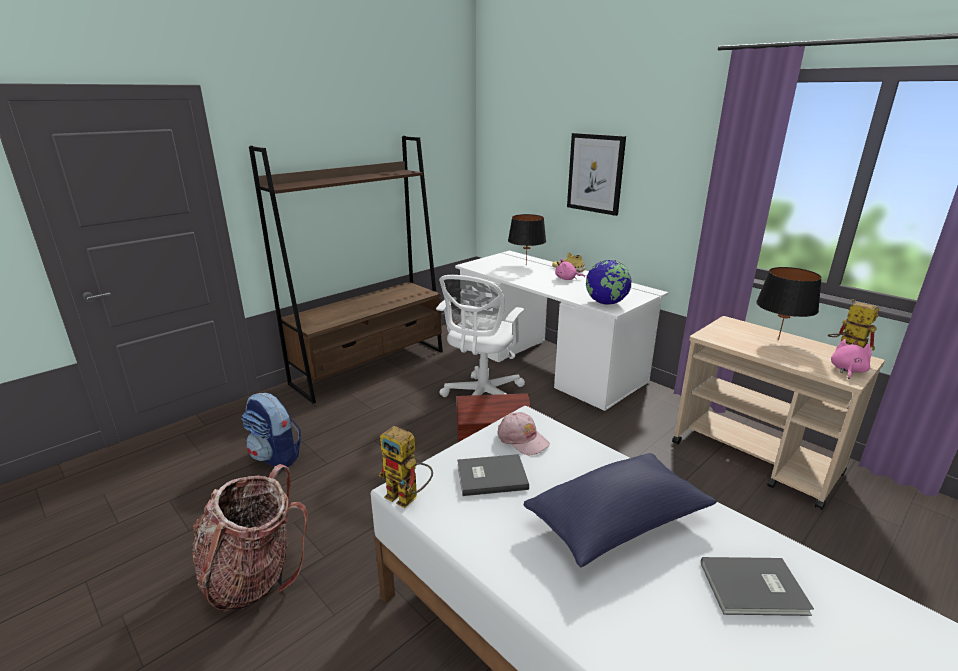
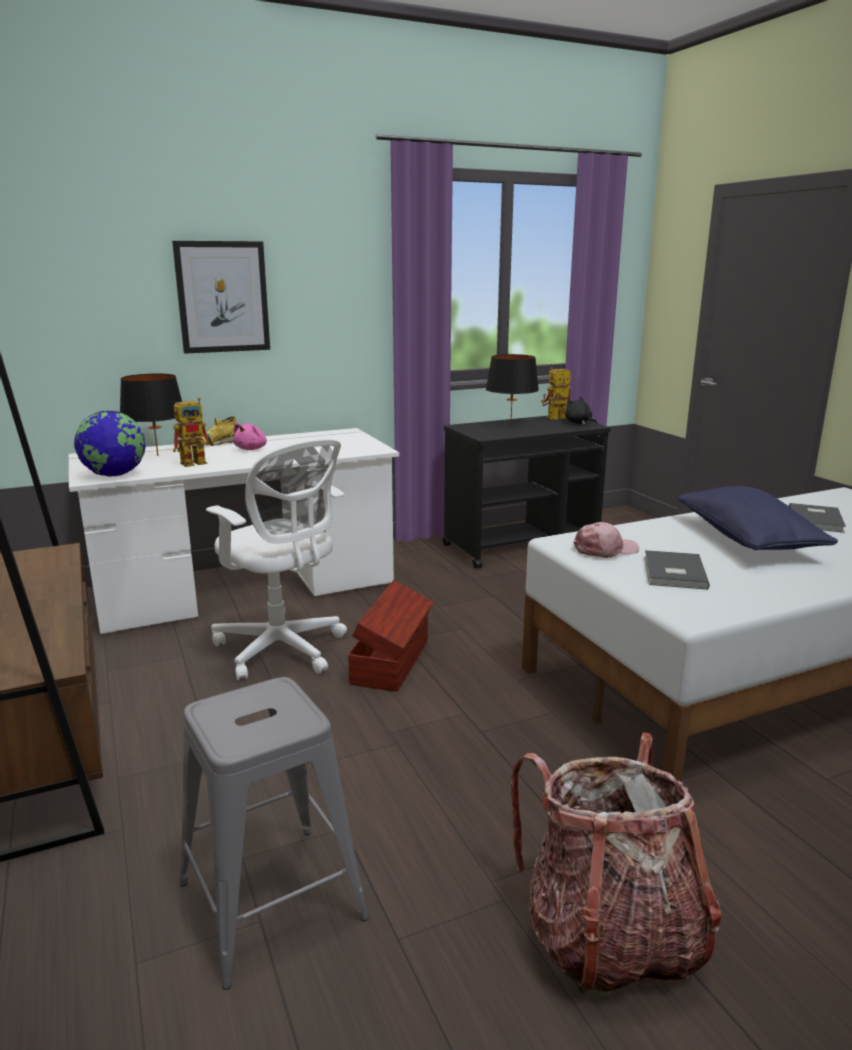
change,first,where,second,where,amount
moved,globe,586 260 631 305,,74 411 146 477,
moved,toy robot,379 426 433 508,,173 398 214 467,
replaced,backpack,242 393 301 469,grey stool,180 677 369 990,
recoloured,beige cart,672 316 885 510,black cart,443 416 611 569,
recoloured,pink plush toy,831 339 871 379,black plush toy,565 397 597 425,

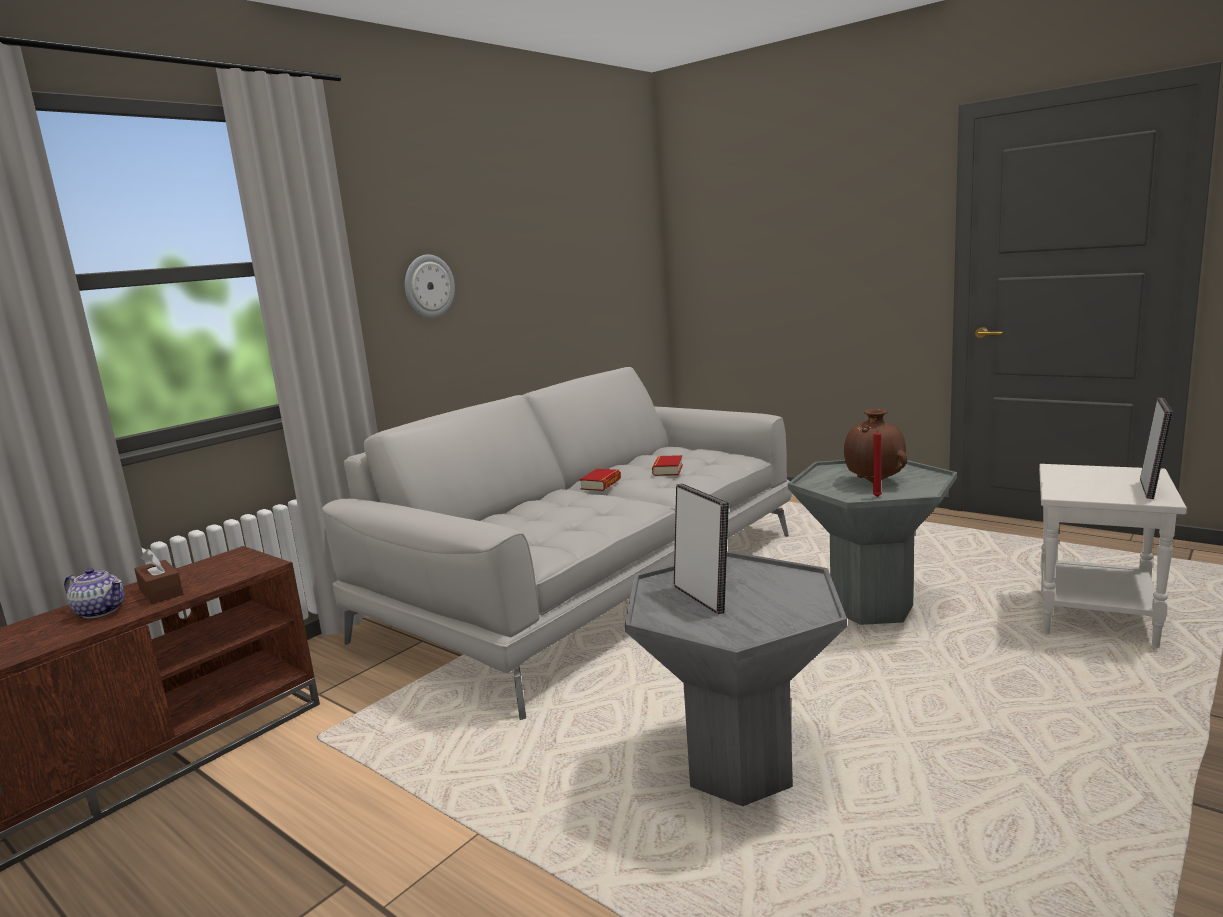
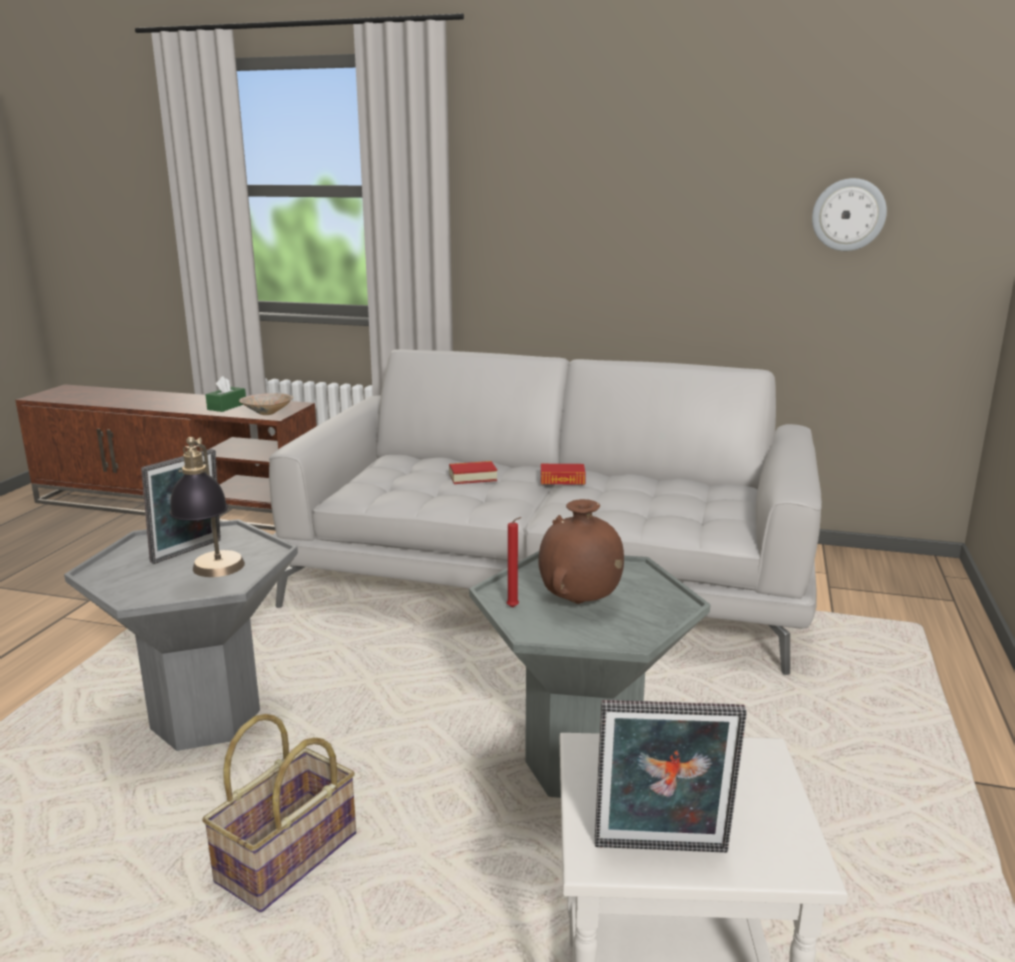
change,first,where,second,where,amount
added,,,table lamp,169 437 245 577,
added,,,basket,202 714 356 912,
recoloured,brown tissue box,134 549 184 604,green tissue box,206 376 246 412,
added,,,beige bowl,239 393 294 415,
moved,book,652 455 683 476,,449 461 497 484,
moved,wall clock,405 254 455 318,,812 178 887 251,
removed,teapot,64 568 124 618,,,

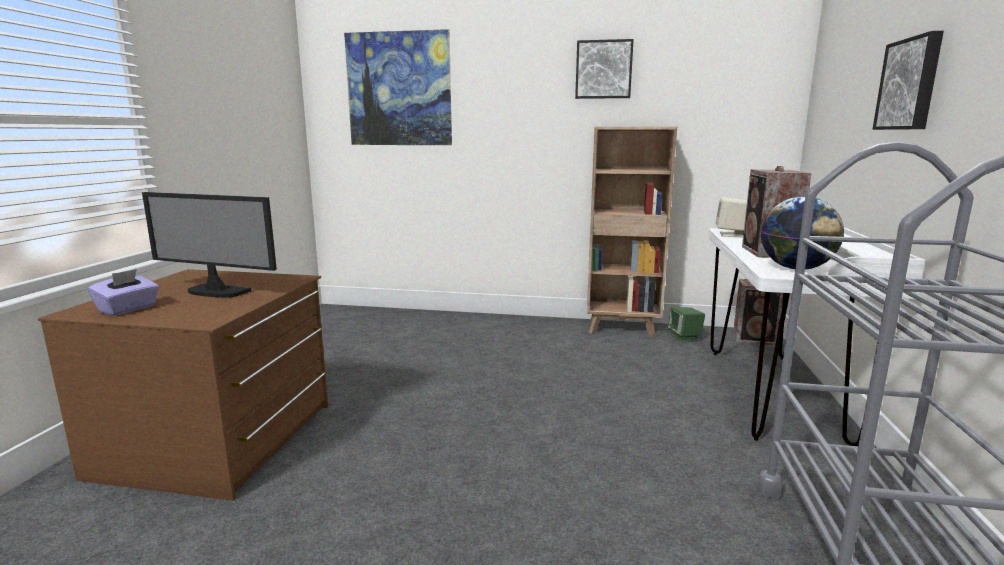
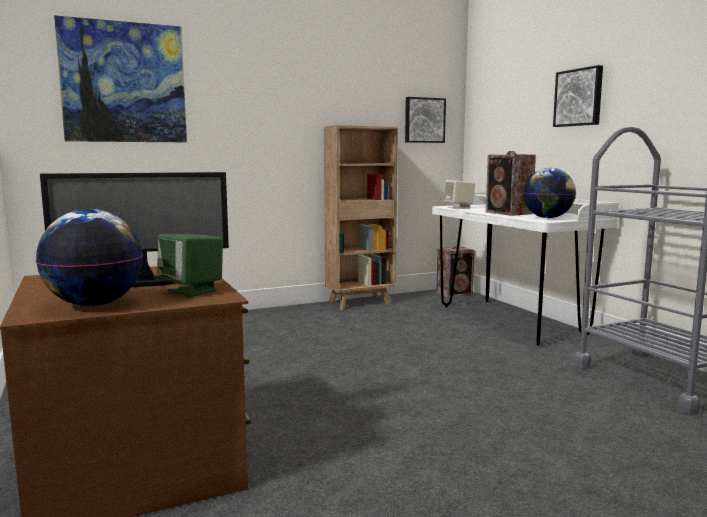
change,first,where,second,where,amount
replaced,purple tissue box,88 269 159 316,globe,36 209 143 306,
moved,green speaker,668 307 705 343,,157 234 223 297,
moved,picture,575 39 634 99,,405 97 446 143,

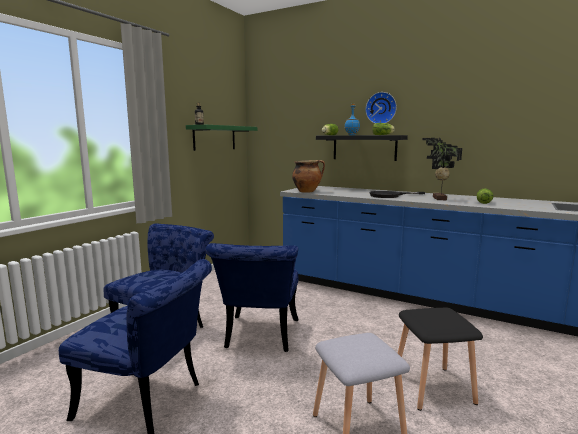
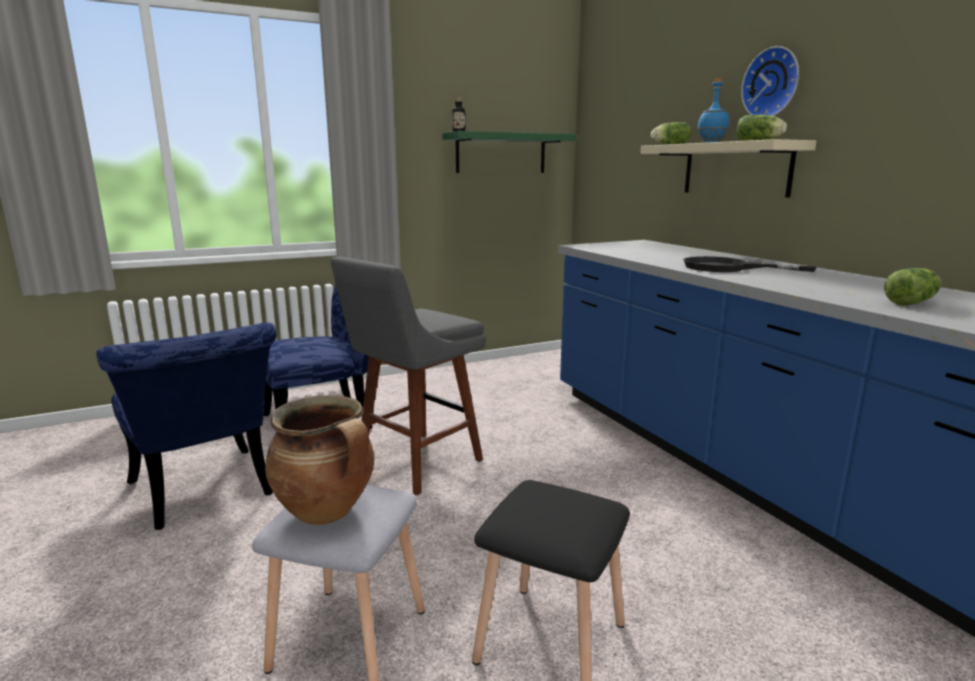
change,first,where,second,where,amount
moved,cooking pot,292 160 325 192,,265 395 374 525,
replaced,blue chair,206 243 299 352,grey stool,331 257 486 495,
recoloured,black shelf,316 135 408 161,beige shelf,640 139 817 198,
removed,potted plant,422 138 462 200,,,

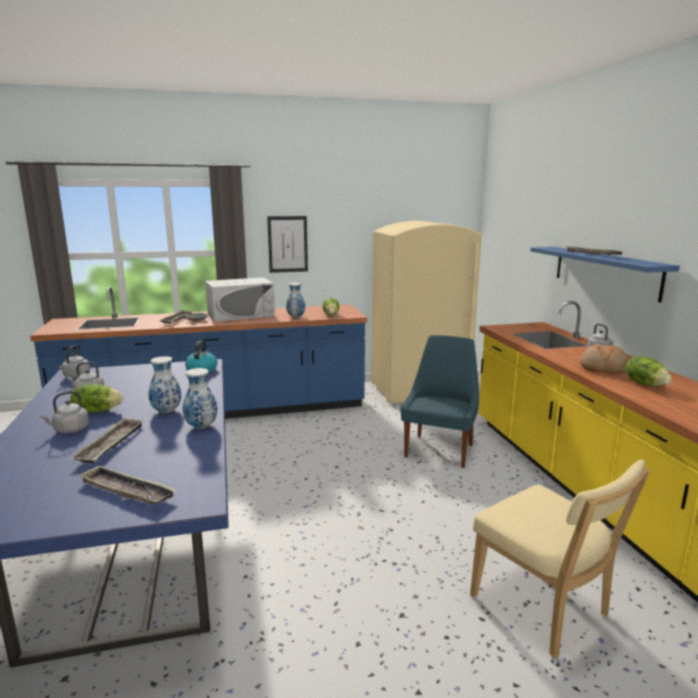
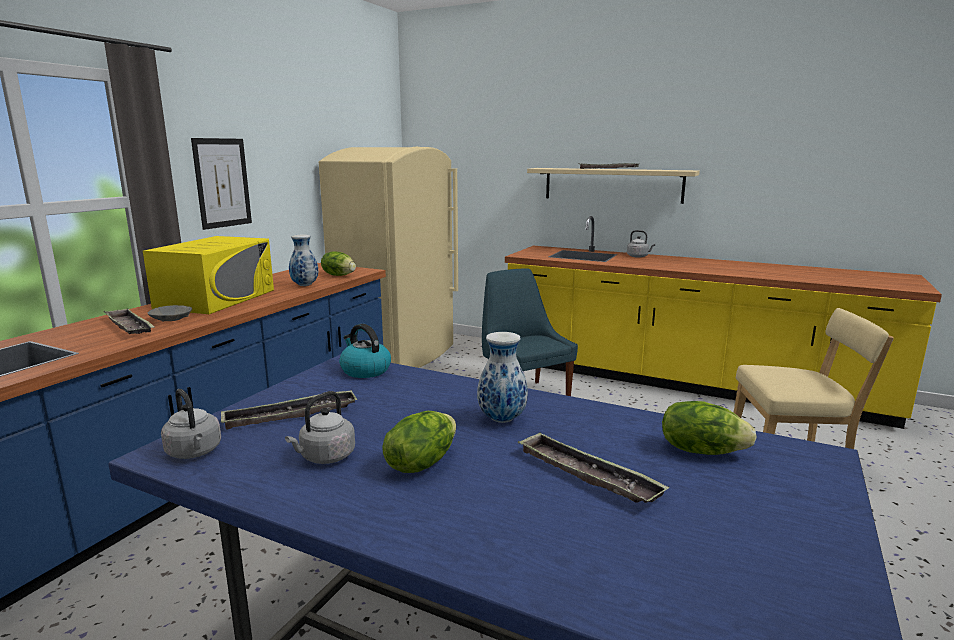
change,first,where,second,where,amount
recoloured,white microwave,205 277 275 322,yellow microwave,143 236 274 314,
moved,tray,77 465 177 504,,221 390 357 429,
recoloured,blue shelf,530 247 680 303,beige shelf,527 168 700 204,
moved,lettuce,625 356 672 386,,662 401 757 455,
removed,grey kettle,39 391 89 433,,,
removed,vase,183 368 218 429,,,
removed,bread,580 344 629 373,,,

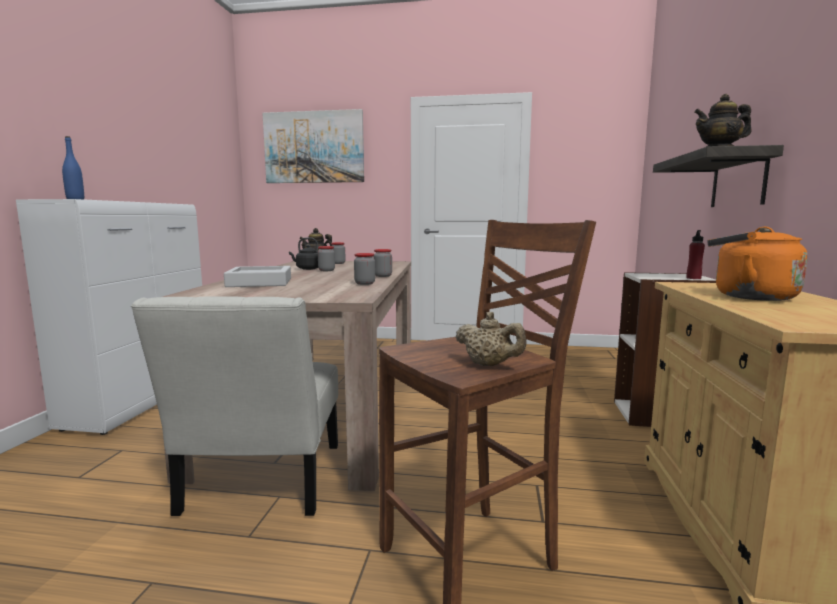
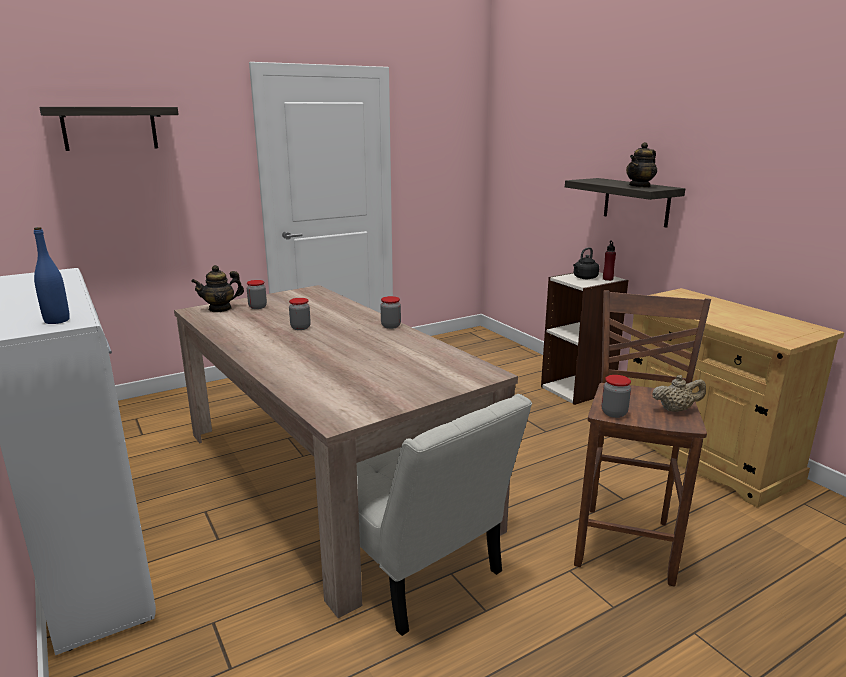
change,first,where,second,where,amount
replaced,picture,262 109 364 183,shelf,39 107 179 151,
moved,black kettle,289 237 318 270,,573 247 599 279,
moved,jar,354 253 375 285,,602 375 631 418,
removed,grey tray,224 266 291 287,,,
removed,orange kettle,707 227 808 301,,,

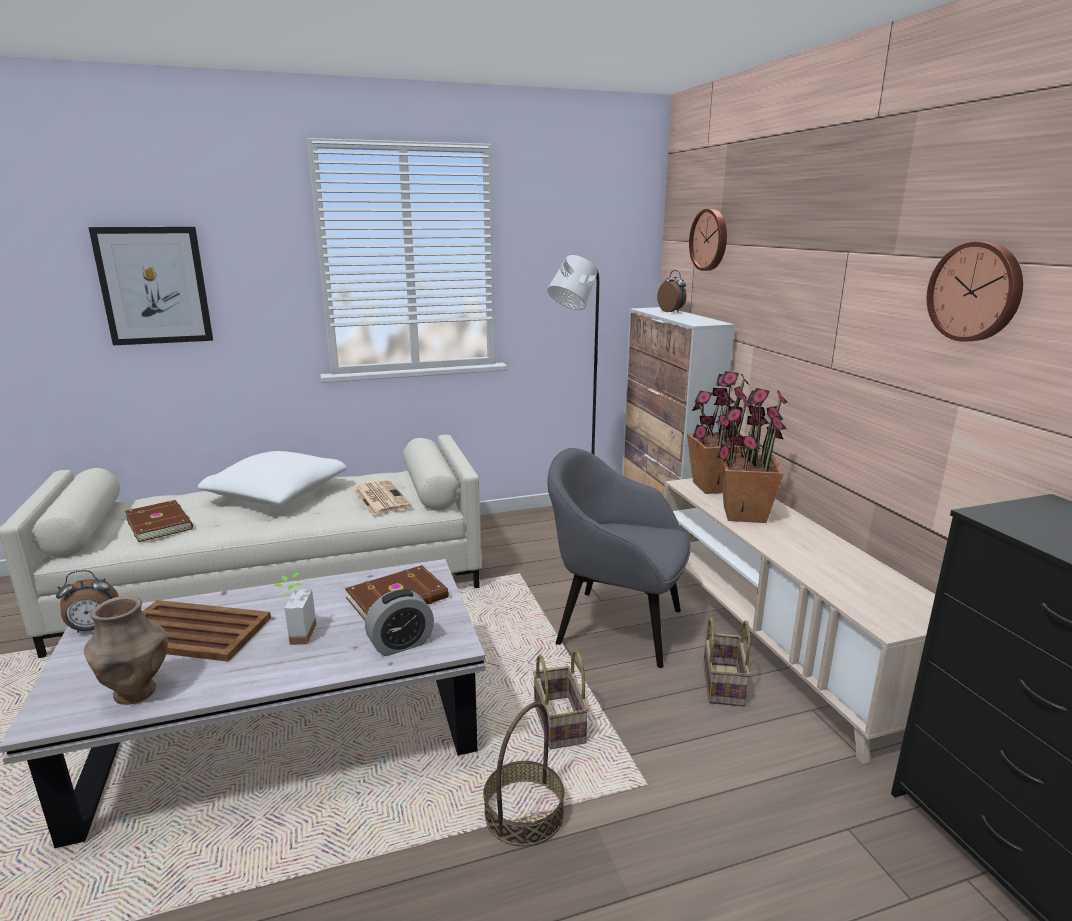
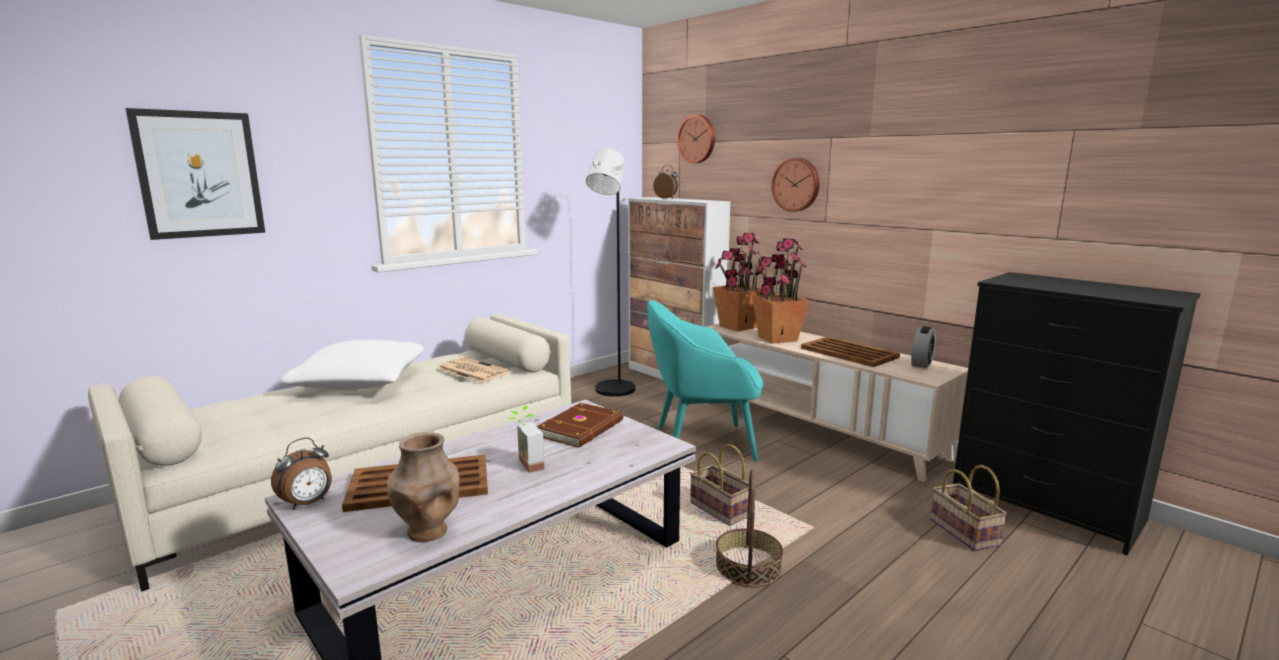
change,first,where,second,where,amount
recoloured,grey armchair,547 448 691 668,turquoise armchair,647 300 763 462,
moved,wall clock,927 241 1023 342,,771 158 820 212,
added,,,brown tray,801 337 900 367,
moved,alarm clock,365 589 434 656,,911 326 936 368,
moved,basket,703 618 750 707,,930 465 1007 551,
removed,brown book,125 500 193 542,,,

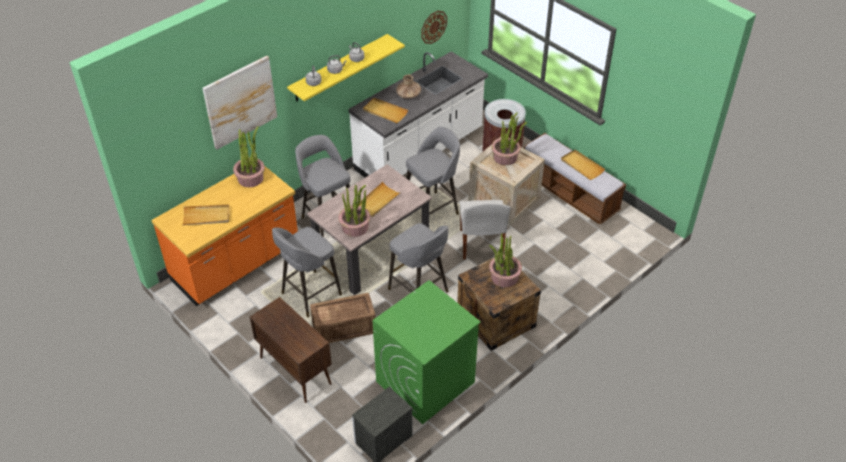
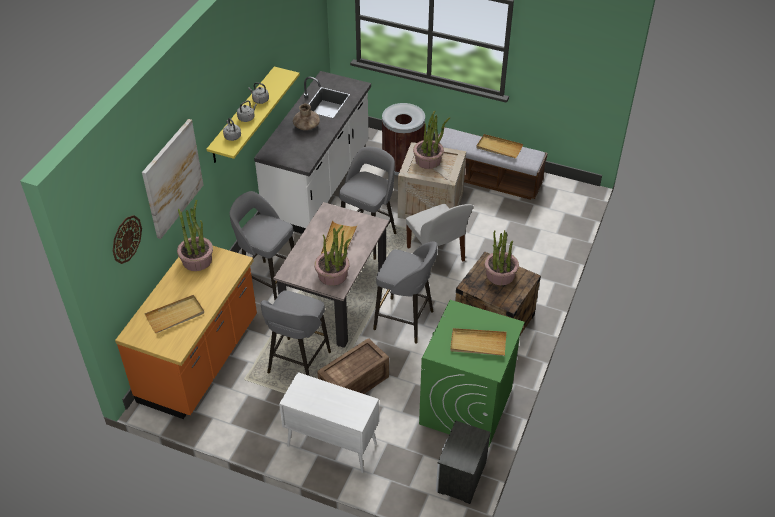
change,first,where,second,where,amount
moved,wall clock,421 11 447 44,,113 215 142 264,
recoloured,brown cabinet,250 297 332 403,white cabinet,279 372 379 473,
moved,beige tray,363 98 408 123,,450 328 507 356,

